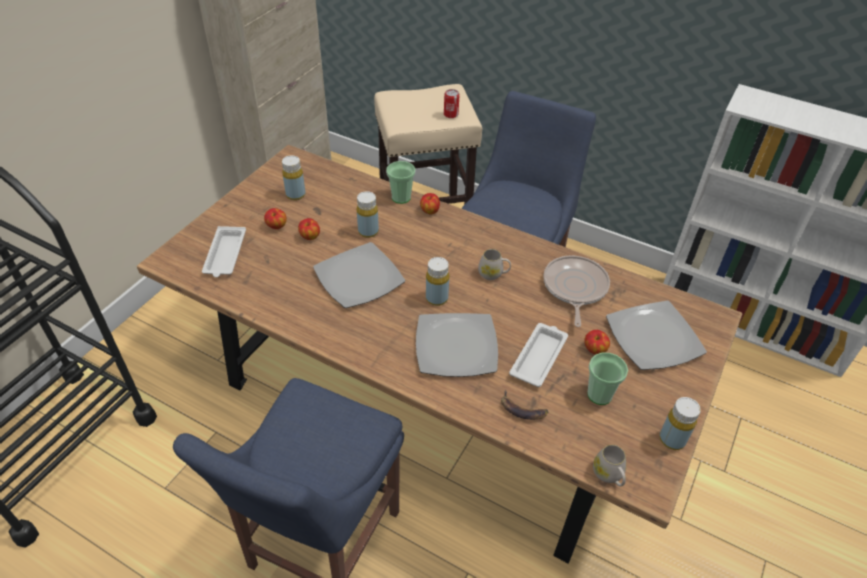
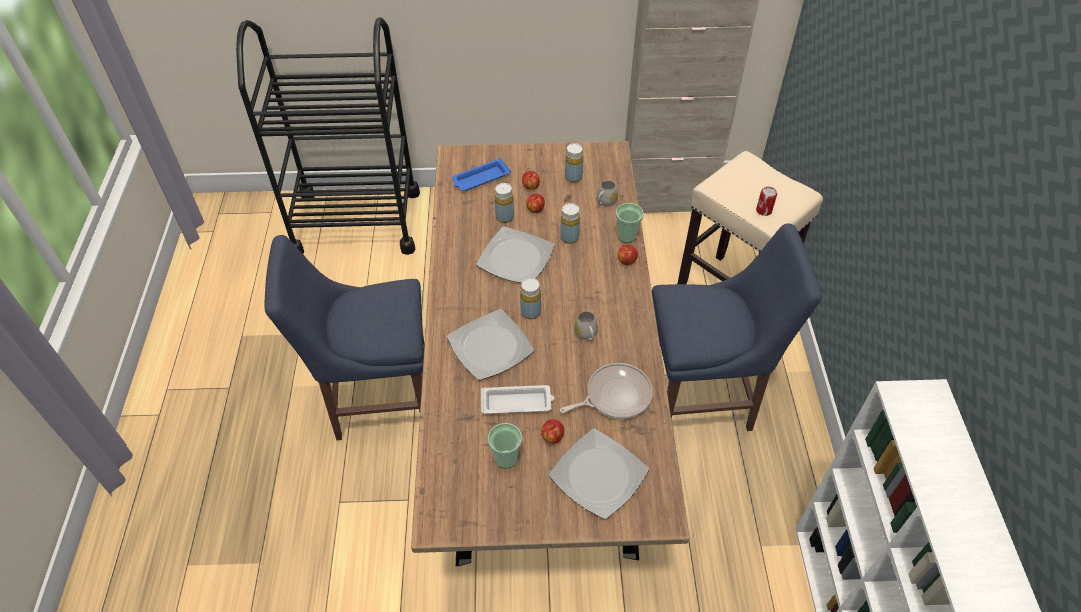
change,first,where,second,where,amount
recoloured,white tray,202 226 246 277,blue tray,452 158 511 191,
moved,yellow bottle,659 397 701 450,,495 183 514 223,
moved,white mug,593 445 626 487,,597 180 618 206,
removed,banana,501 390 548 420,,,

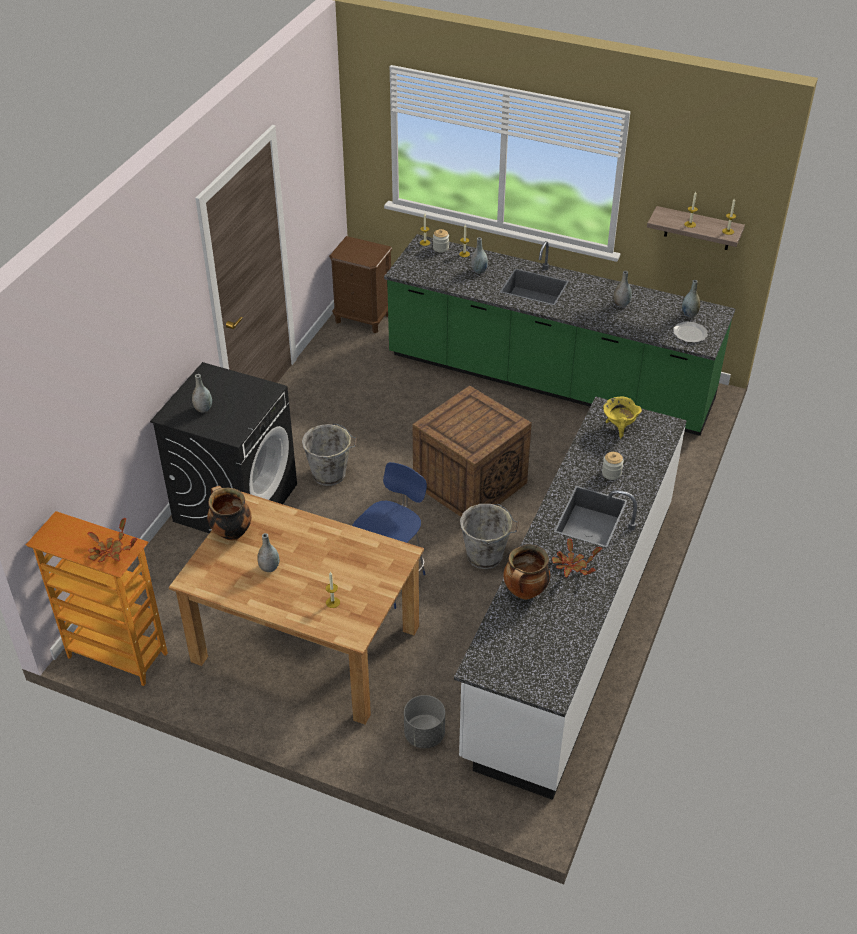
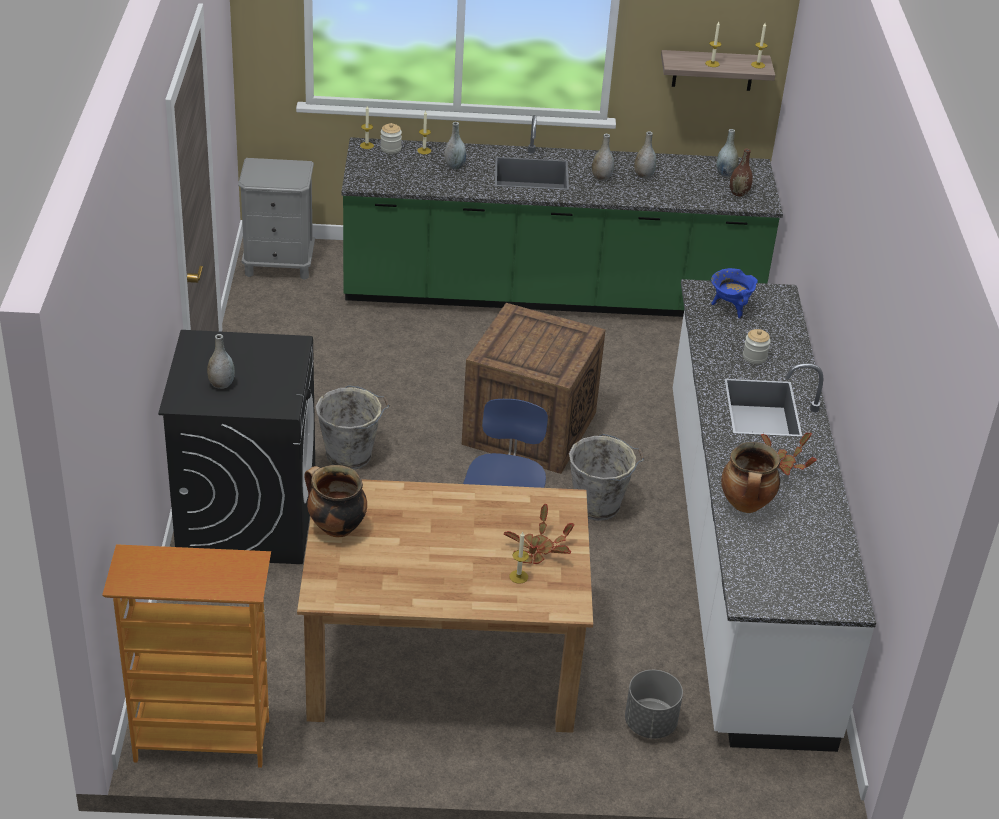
change,first,where,second,where,amount
recoloured,brown nightstand,329 236 392 333,grey nightstand,238 158 315 280,
moved,potted plant,87 518 137 562,,504 504 575 564,
moved,grey vase,257 533 279 572,,592 134 614 181,
recoloured,yellow cooking pot,603 397 642 439,blue cooking pot,711 268 758 319,
replaced,plate,673 321 708 343,brown vase,730 149 753 197,

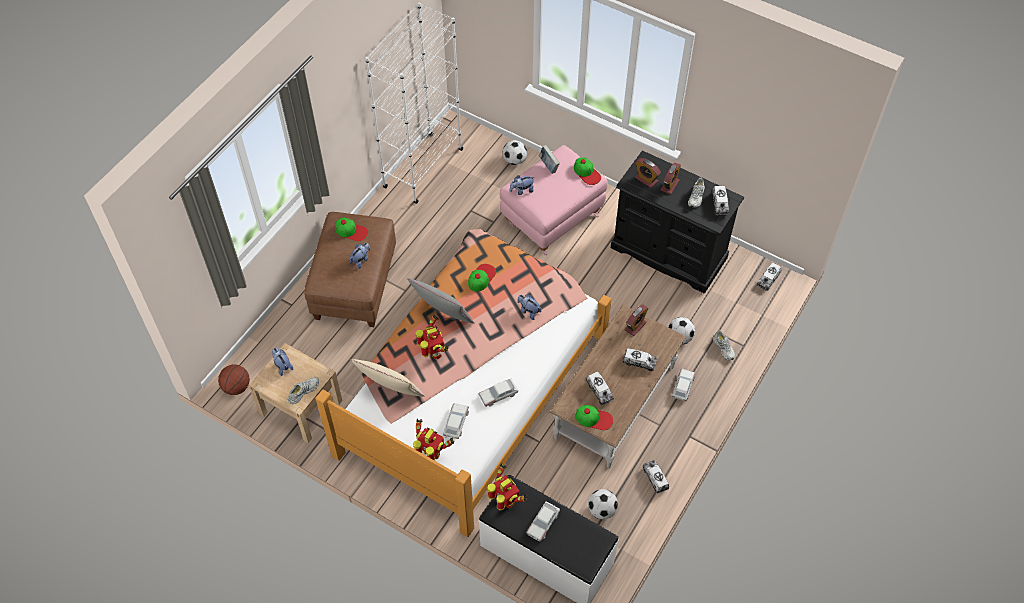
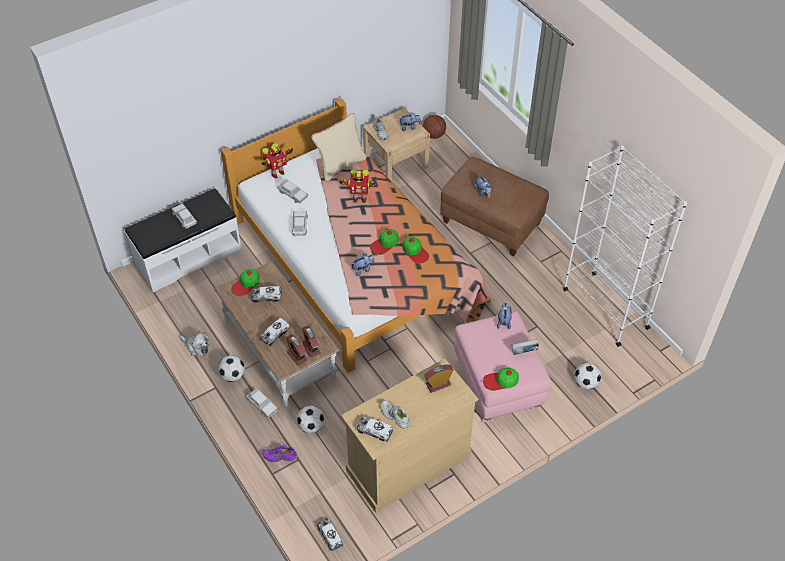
change,first,where,second,where,amount
replaced,toy truck,643 460 669 494,plush toy,180 332 211 356,
moved,football,588 489 618 519,,218 355 245 382,
recoloured,white shoe,713 330 735 360,purple shoe,262 445 297 462,
moved,alarm clock,661 163 681 194,,286 334 307 366,
recoloured,black dresser,611 150 744 294,beige dresser,341 358 478 513,
moved,cap,335 218 368 241,,370 229 399 255,
removed,grey pillow,407 278 474 324,,,
removed,toy robot,488 463 527 510,,,

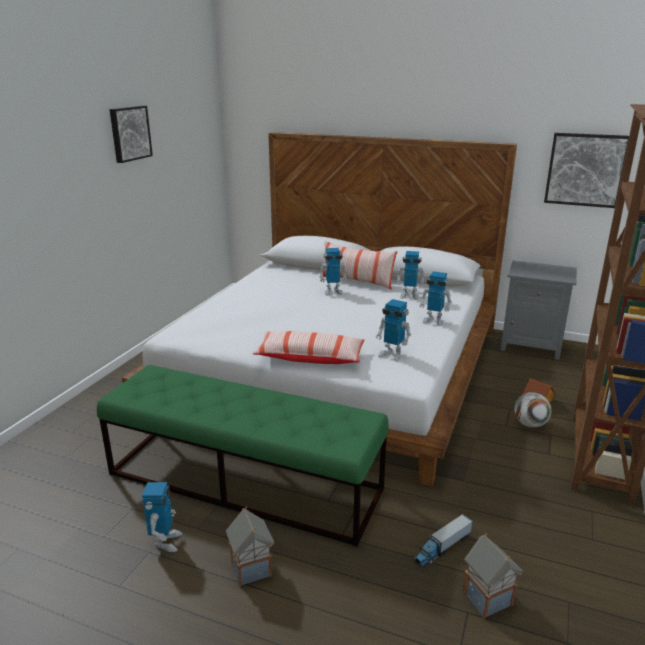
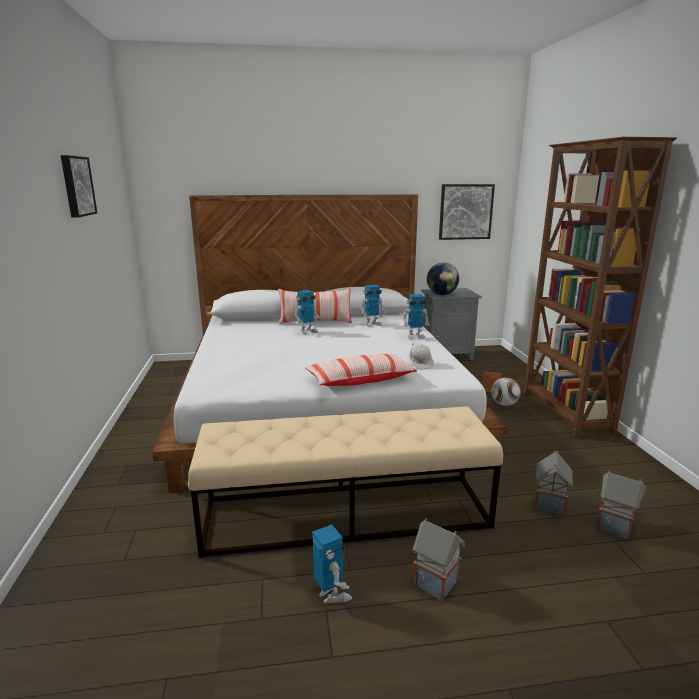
change,first,where,second,where,amount
recoloured,green bench,97 365 389 547,beige bench,188 407 503 558,
replaced,toy robot,376 299 411 362,white cap,409 344 434 370,
added,,,globe,427 263 459 295,
replaced,toy truck,413 514 473 568,toy house,534 451 573 517,

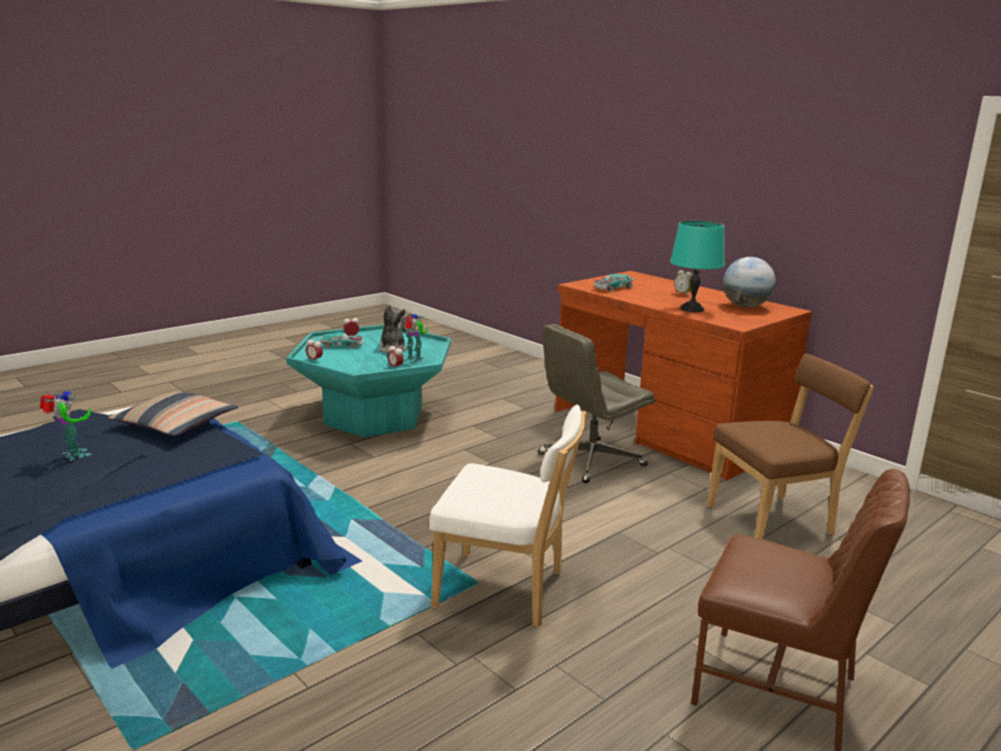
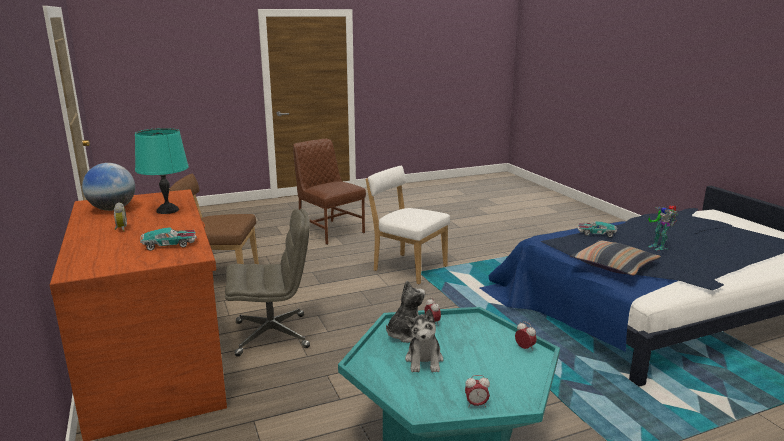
change,first,where,second,where,amount
replaced,toy robot,400 313 428 362,plush toy,386 280 426 343,
moved,toy car,320 332 364 349,,577 221 617 237,

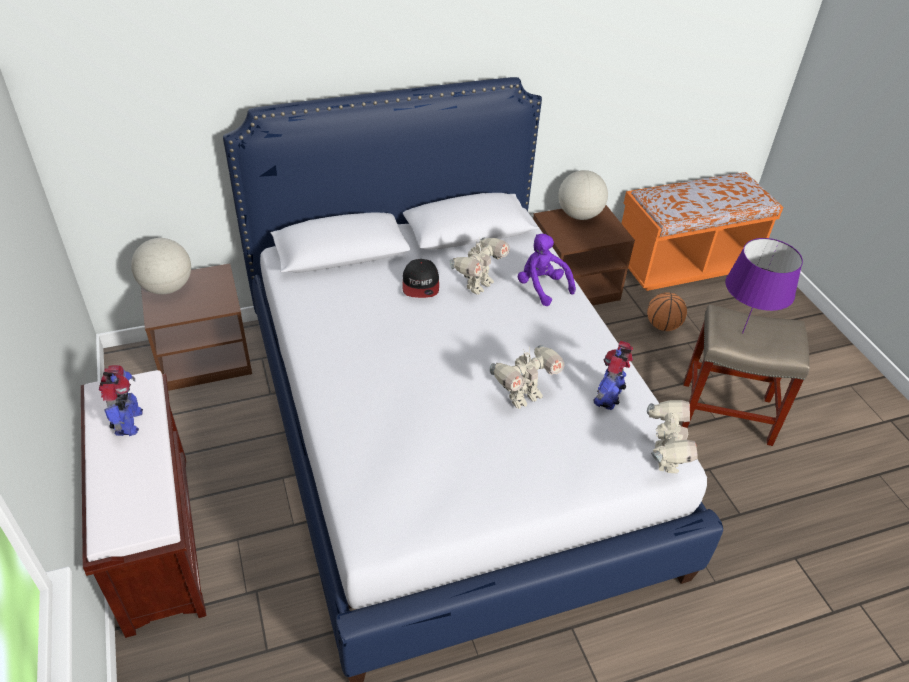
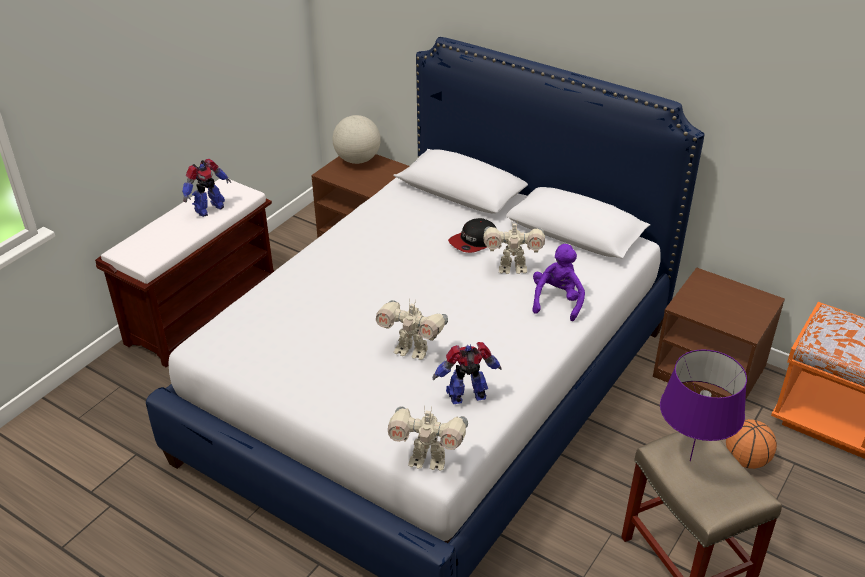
change,first,where,second,where,amount
turned,toy robot,647 400 698 474,,388 406 468 471,45 degrees clockwise
removed,globe,558 170 608 220,,,

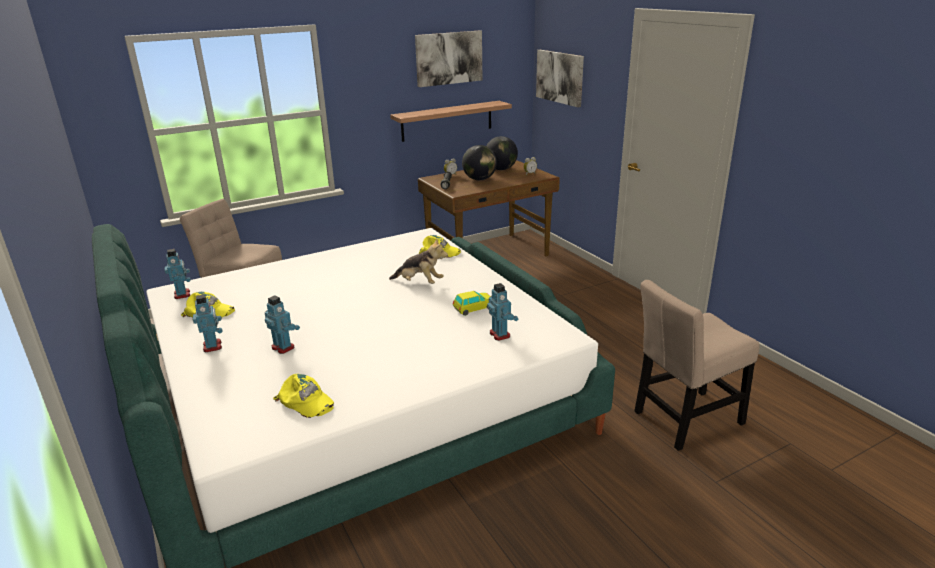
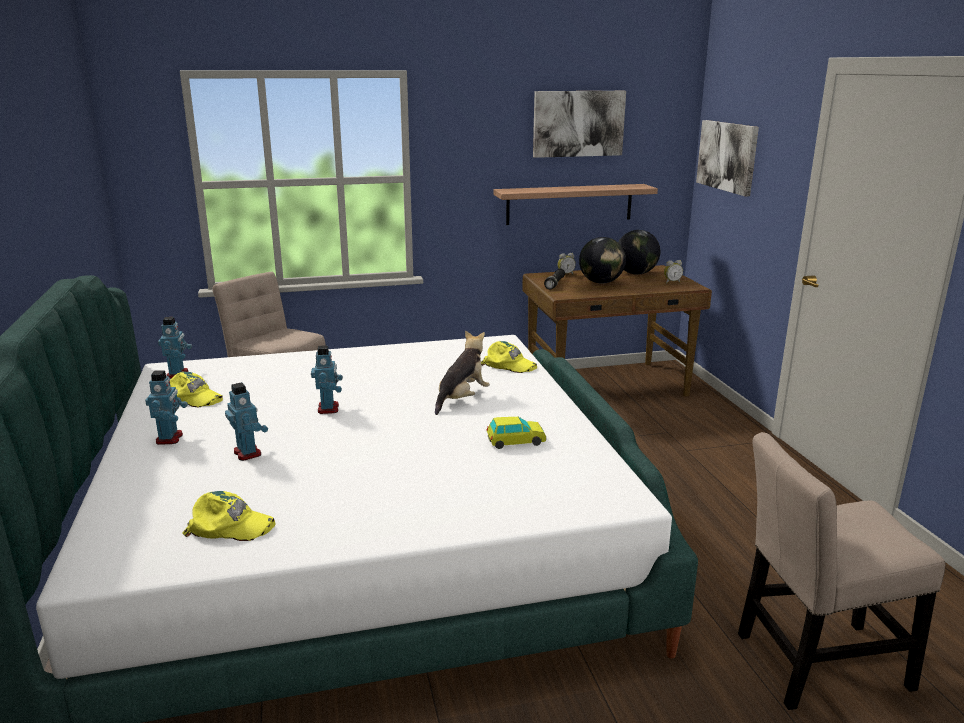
change,first,where,second,where,amount
turned,yellow cap,273 374 334 418,,182 491 276 541,45 degrees counterclockwise
moved,toy robot,487 283 519 341,,311 345 343 414,
turned,plush toy,389 238 448 284,,435 331 490 415,90 degrees counterclockwise

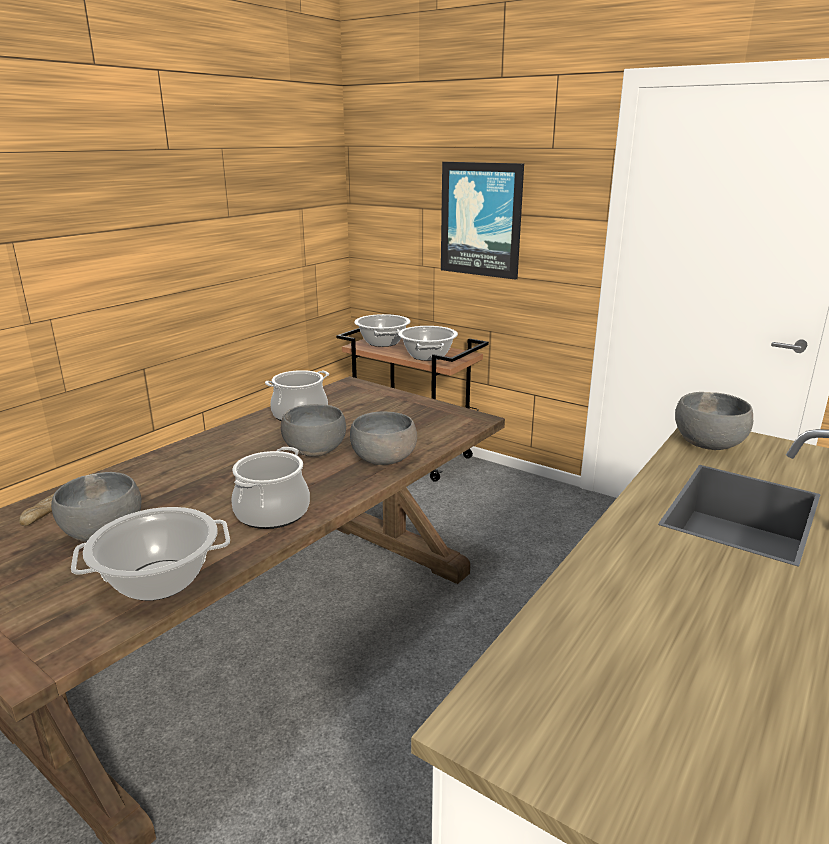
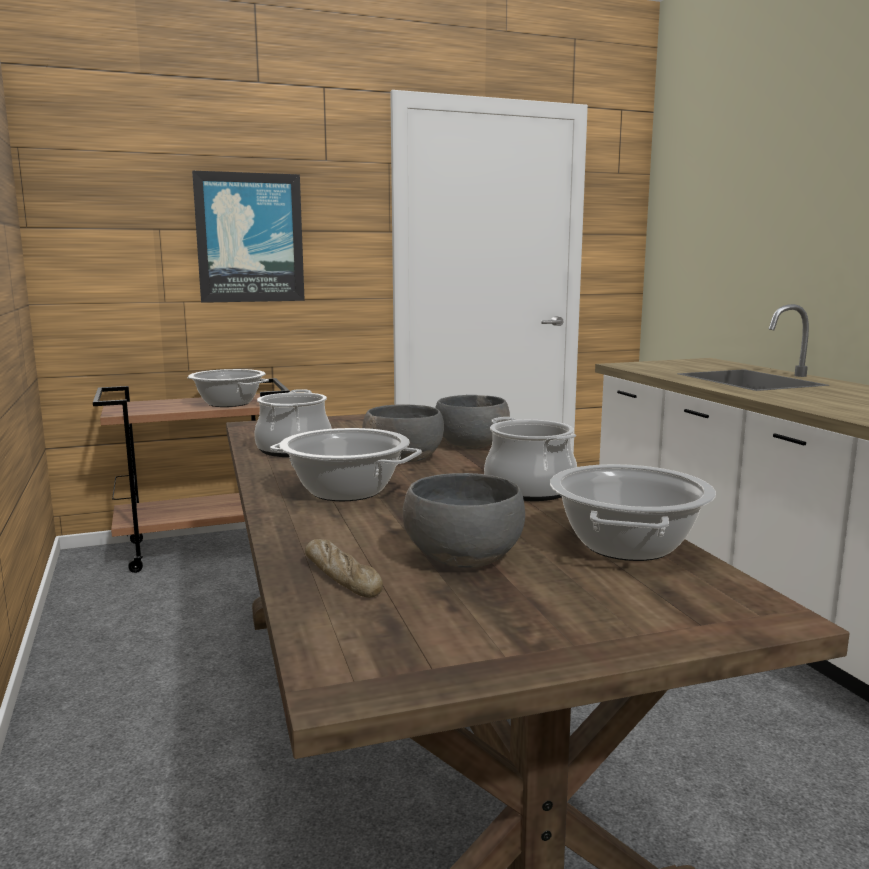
change,first,where,second,where,amount
moved,cooking pot,354 314 411 347,,270 428 422 501,
removed,grey bowl,675 392 753 450,,,

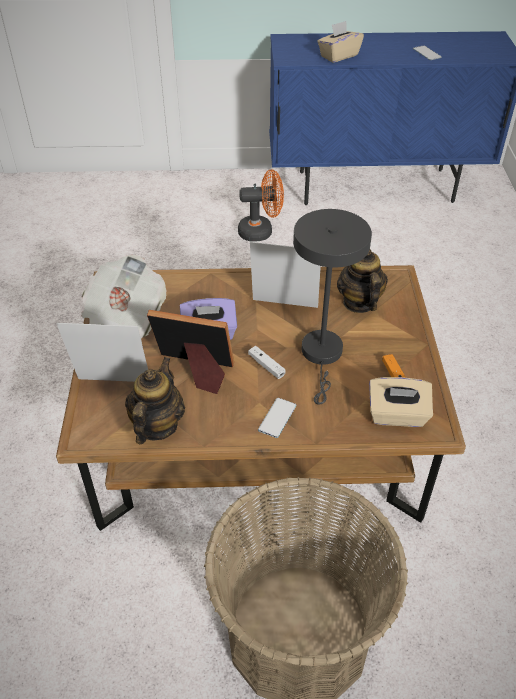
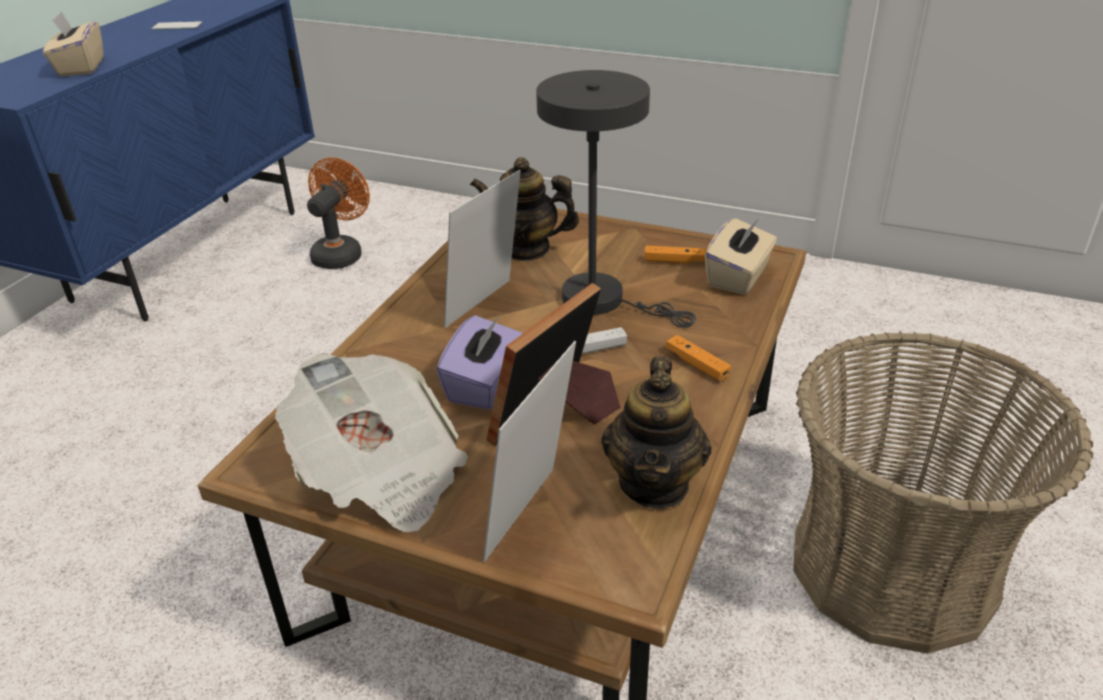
change,first,where,second,where,amount
moved,orange fan,238 169 284 241,,307 157 370 269,
turned,teapot,125 357 185 444,,601 356 712 509,120 degrees counterclockwise
replaced,phone,258 398 296 438,orange game controller,666 335 731 381,

